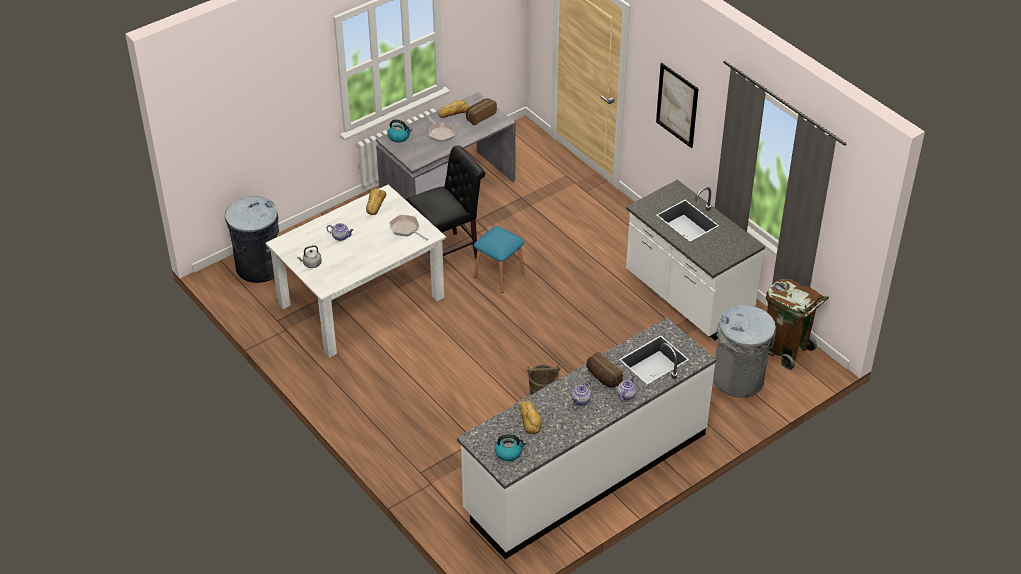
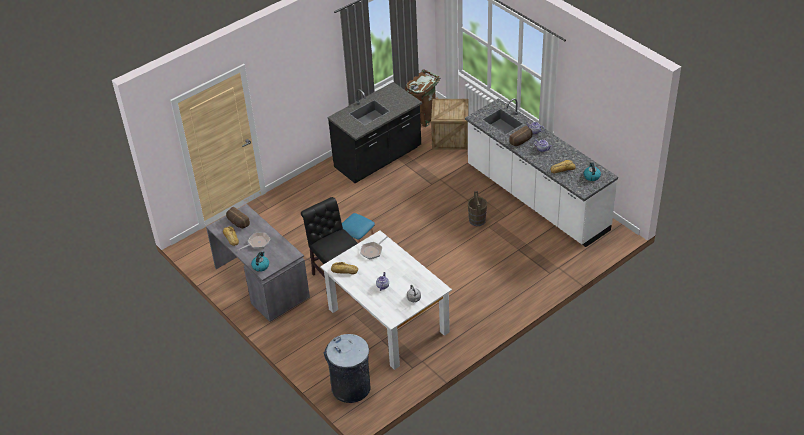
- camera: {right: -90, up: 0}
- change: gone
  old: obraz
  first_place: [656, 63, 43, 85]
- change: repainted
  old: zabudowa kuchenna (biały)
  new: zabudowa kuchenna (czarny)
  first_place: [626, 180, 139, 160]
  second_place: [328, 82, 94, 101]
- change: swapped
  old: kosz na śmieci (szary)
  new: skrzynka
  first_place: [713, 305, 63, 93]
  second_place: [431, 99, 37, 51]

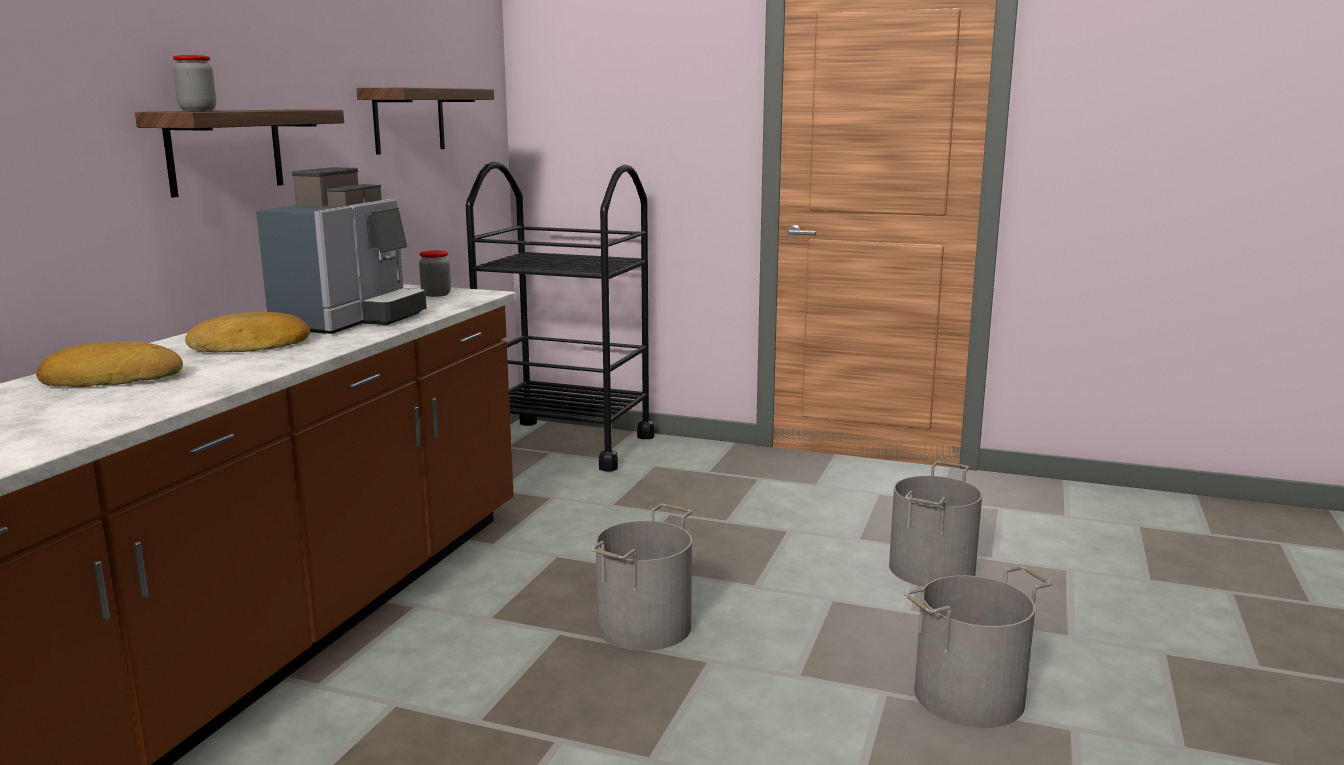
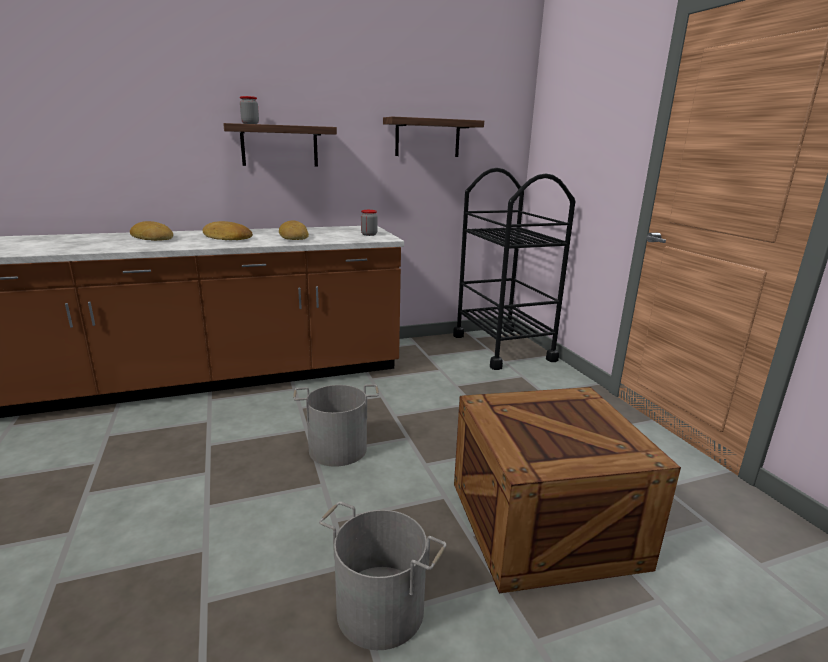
- camera: {right: 50, up: 5}
- change: swapped
  old: ekspres do kawy
  new: chleb
  first_place: [256, 167, 171, 167]
  second_place: [279, 221, 30, 19]
- change: swapped
  old: wiadro (szary)
  new: skrzynka
  first_place: [889, 461, 93, 126]
  second_place: [454, 387, 227, 206]

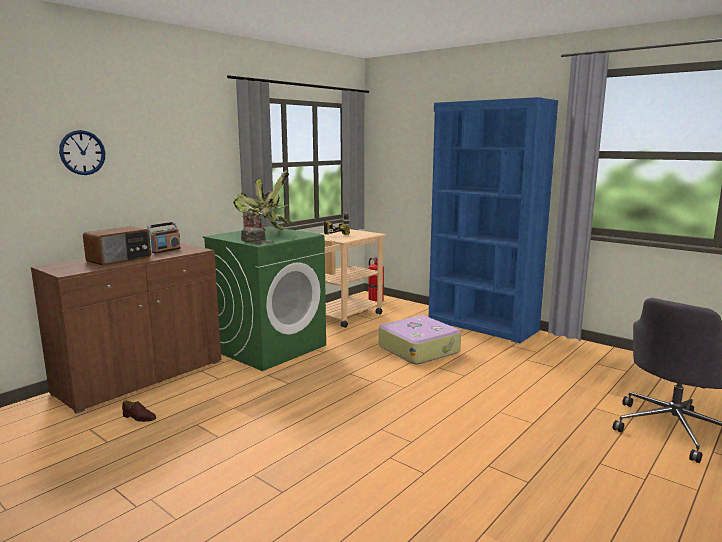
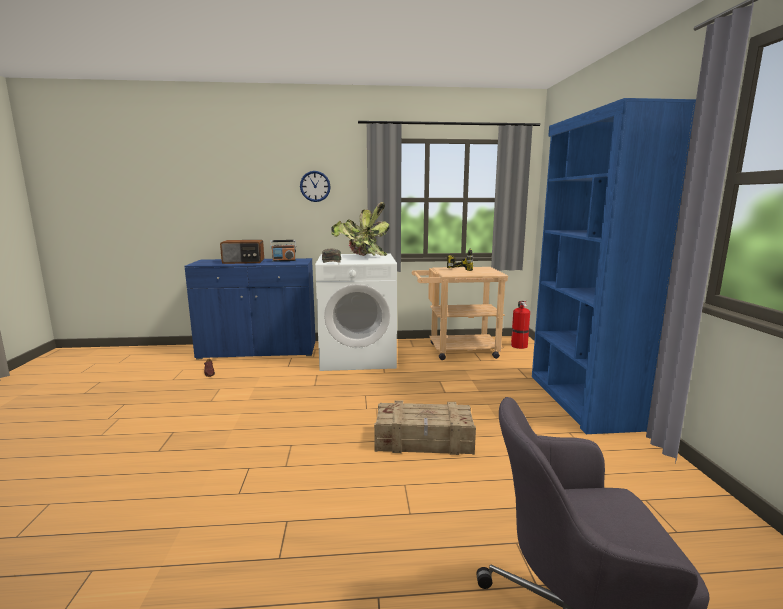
- camera: {right: 45, up: 0}
- change: shifted
  old: zegar ścienny
  first_place: [59, 130, 46, 45]
  second_place: [300, 171, 31, 31]
- change: repainted
  old: pralka (zielony)
  new: pralka (biały)
  first_place: [203, 226, 123, 145]
  second_place: [315, 254, 82, 117]
- change: repainted
  old: szafka (brązowy)
  new: szafka (niebieski)
  first_place: [31, 243, 190, 171]
  second_place: [184, 258, 132, 101]
- change: gone
  old: walizka
  first_place: [379, 316, 82, 48]
- change: new
  new: skrzynka
  second_place: [374, 400, 102, 55]

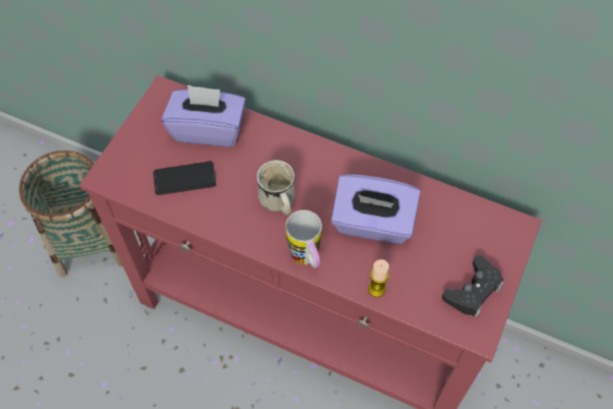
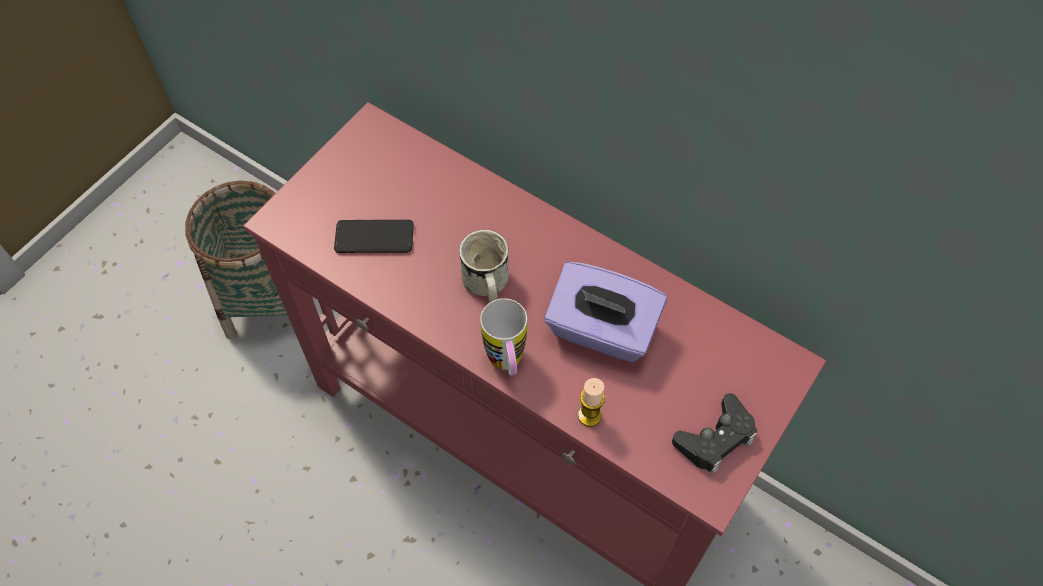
- camera: {right: 10, up: 0}
- change: gone
  old: pudełko chusteczek (fioletowy)
  first_place: [162, 85, 84, 62]

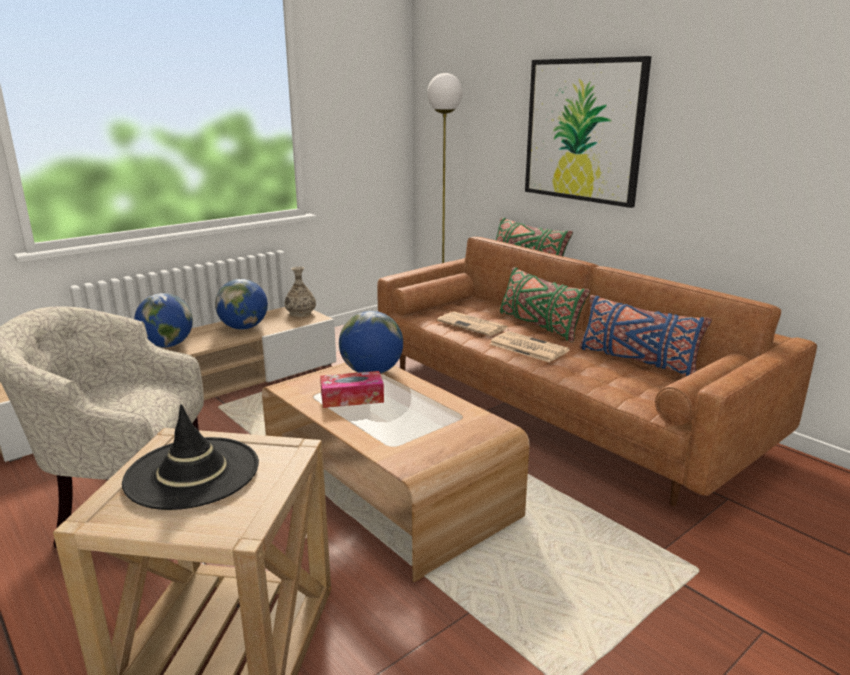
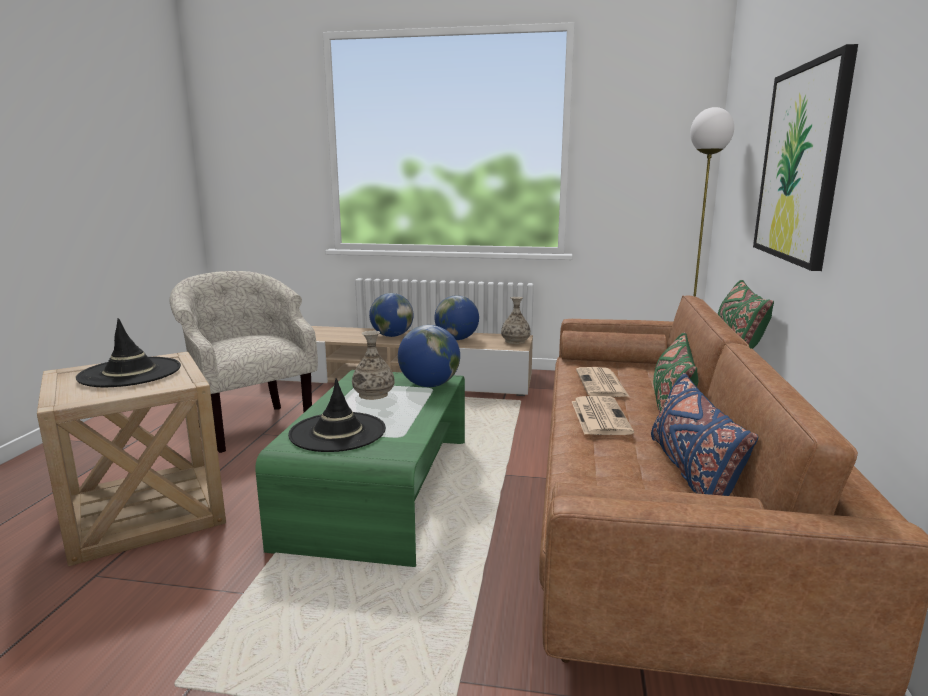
- camera: {right: 50, up: -5}
- change: repainted
  old: ława (brązowy)
  new: ława (zielony)
  first_place: [262, 363, 268, 219]
  second_place: [255, 370, 210, 197]
- change: swapped
  old: pudełko chusteczek
  new: wazon
  first_place: [320, 371, 64, 37]
  second_place: [352, 331, 42, 69]
- change: new
  new: kapelusz (czarny)
  second_place: [288, 378, 98, 74]

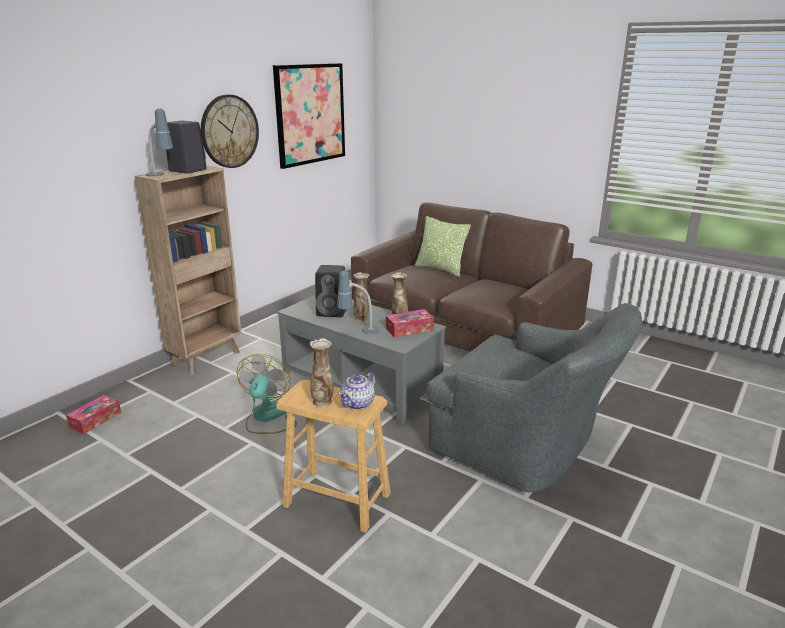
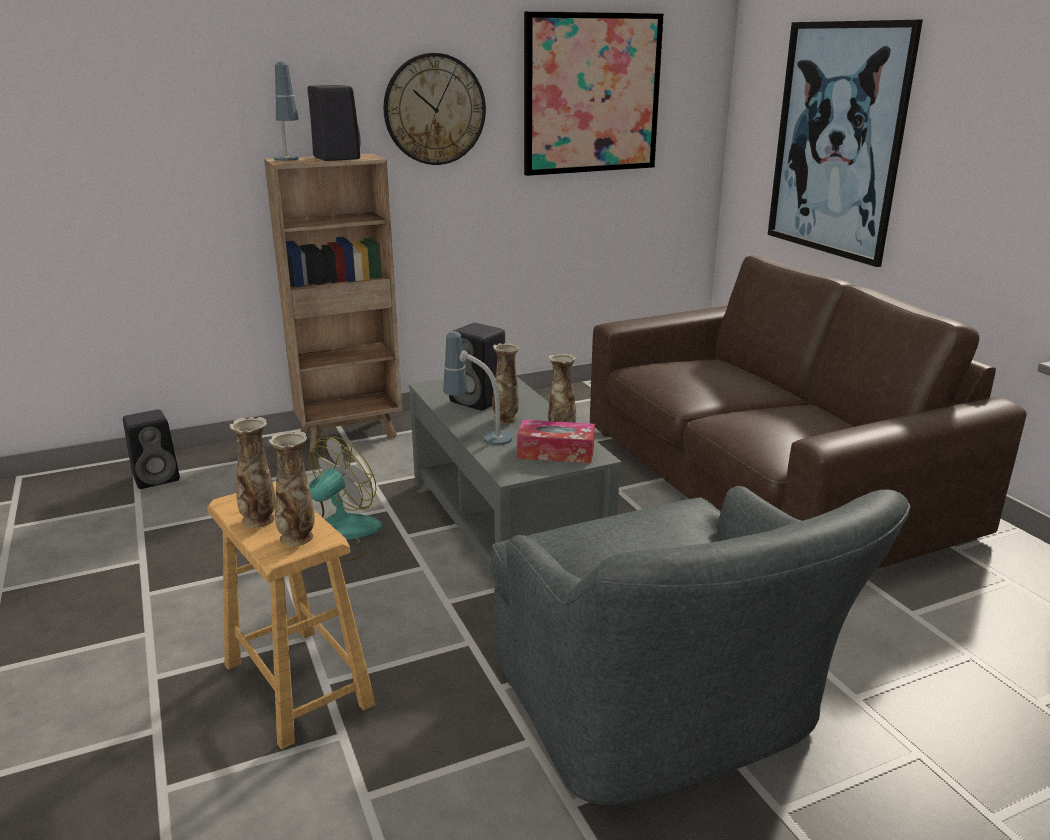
- camera: {right: 30, up: 0}
- change: gone
  old: poduszka
  first_place: [415, 216, 56, 61]
- change: swapped
  old: imbryk
  new: wazon
  first_place: [338, 372, 37, 38]
  second_place: [269, 431, 45, 115]
- change: swapped
  old: pudełko chusteczek
  new: głośnik (czarny)
  first_place: [66, 395, 55, 39]
  second_place: [123, 409, 57, 80]
- change: new
  new: obraz
  second_place: [768, 20, 155, 247]

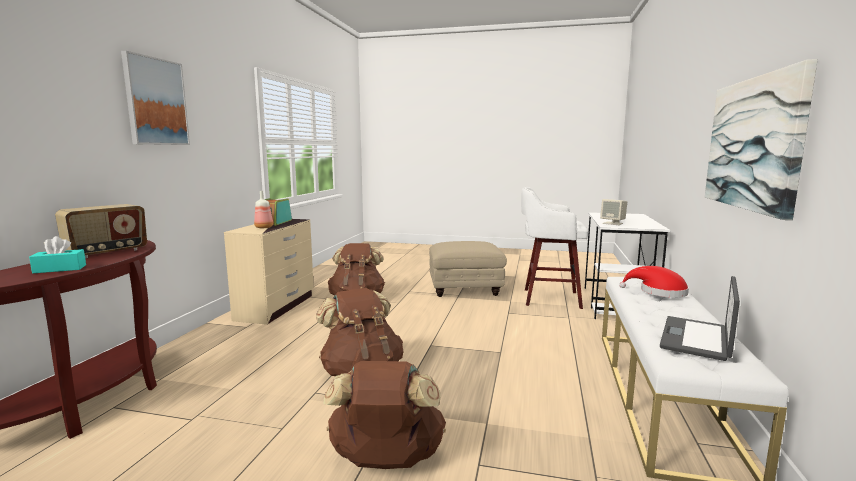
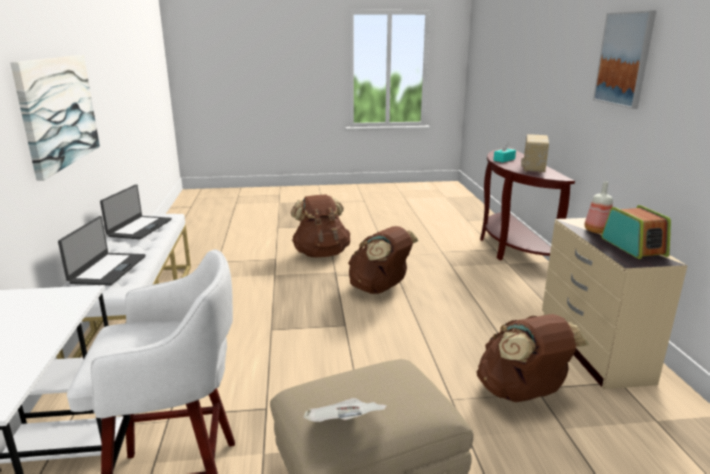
- camera: {right: 160, up: 10}
- change: gone
  old: głośnik (beżowy)
  first_place: [600, 199, 27, 26]
- change: swapped
  old: kapelusz (czerwony)
  new: laptop
  first_place: [619, 266, 70, 31]
  second_place: [58, 216, 87, 70]
- change: new
  new: gazeta
  second_place: [303, 398, 84, 24]

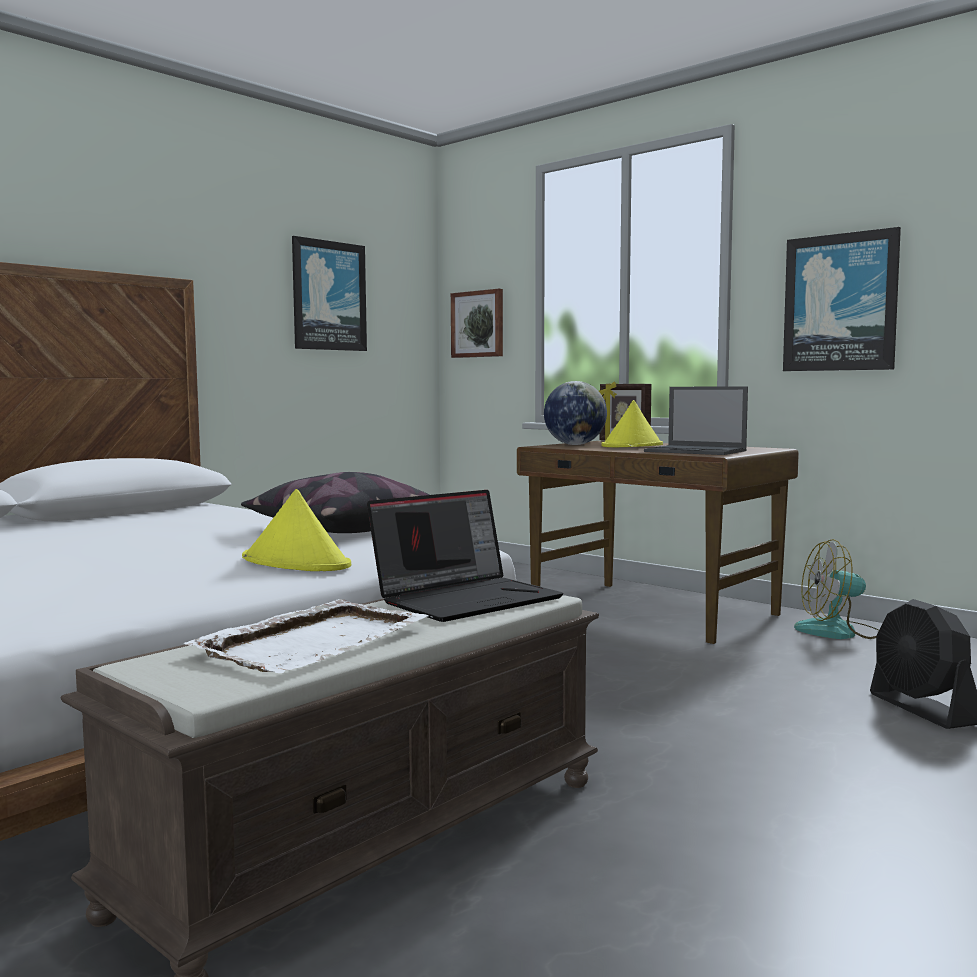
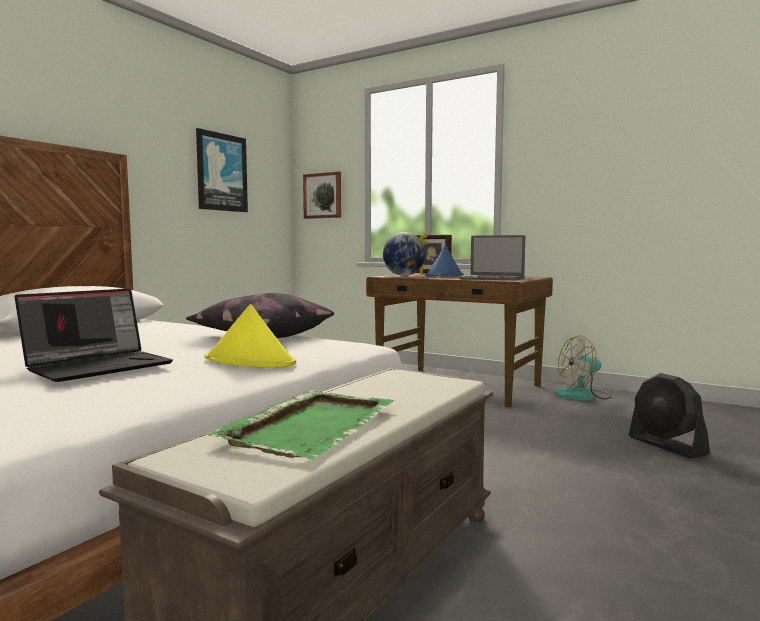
- camera: {right: -10, up: 0}
- change: gone
  old: obraz
  first_place: [783, 227, 118, 144]
- change: repainted
  old: kapelusz (żółty)
  new: kapelusz (niebieski)
  first_place: [602, 400, 61, 47]
  second_place: [425, 245, 39, 32]
- change: shifted
  old: laptop
  first_place: [367, 490, 197, 132]
  second_place: [14, 289, 159, 93]
- change: repainted
  old: taca (biały)
  new: taca (zielony)
  first_place: [184, 599, 244, 74]
  second_place: [208, 390, 186, 69]

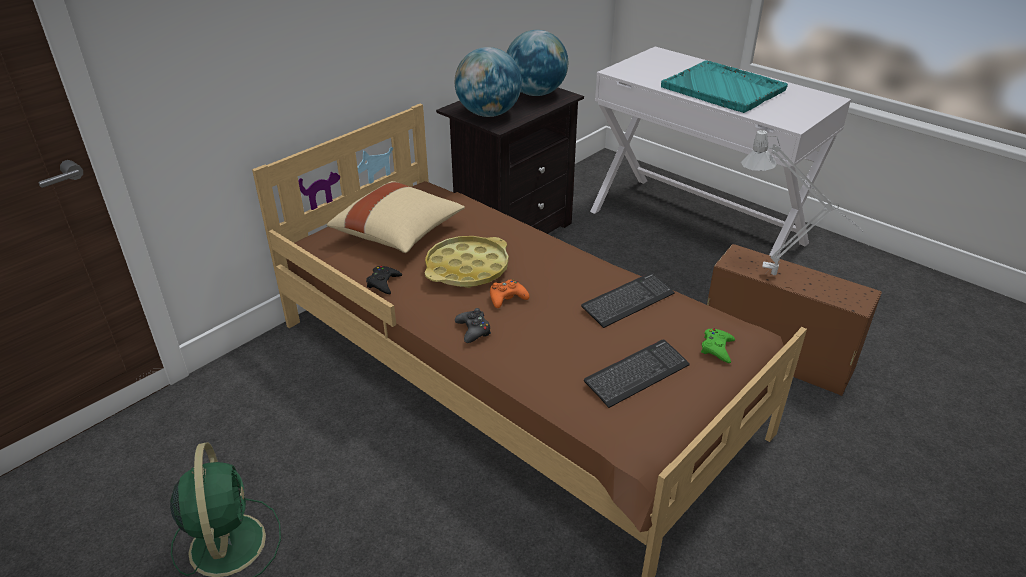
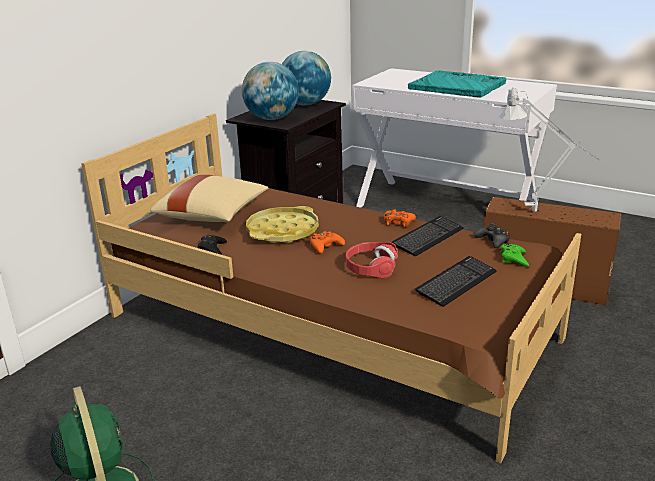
- camera: {right: -10, up: -10}
- change: shifted
  old: pad do gier (czarny)
  first_place: [455, 308, 36, 35]
  second_place: [474, 223, 36, 25]
- change: new
  new: pad do gier (pomarańczowy)
  second_place: [384, 209, 32, 18]
- change: new
  new: słuchawki (czerwony)
  second_place: [346, 242, 52, 36]

